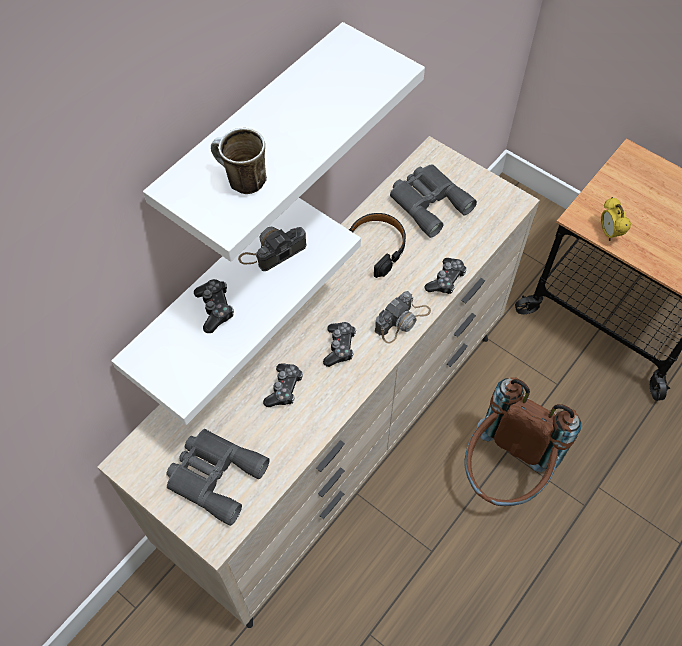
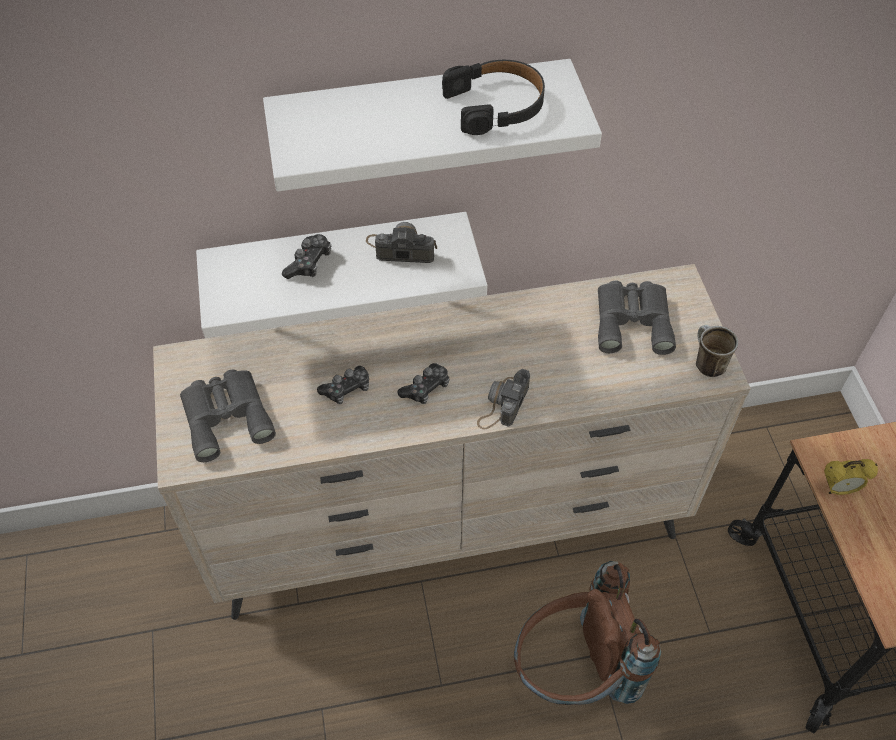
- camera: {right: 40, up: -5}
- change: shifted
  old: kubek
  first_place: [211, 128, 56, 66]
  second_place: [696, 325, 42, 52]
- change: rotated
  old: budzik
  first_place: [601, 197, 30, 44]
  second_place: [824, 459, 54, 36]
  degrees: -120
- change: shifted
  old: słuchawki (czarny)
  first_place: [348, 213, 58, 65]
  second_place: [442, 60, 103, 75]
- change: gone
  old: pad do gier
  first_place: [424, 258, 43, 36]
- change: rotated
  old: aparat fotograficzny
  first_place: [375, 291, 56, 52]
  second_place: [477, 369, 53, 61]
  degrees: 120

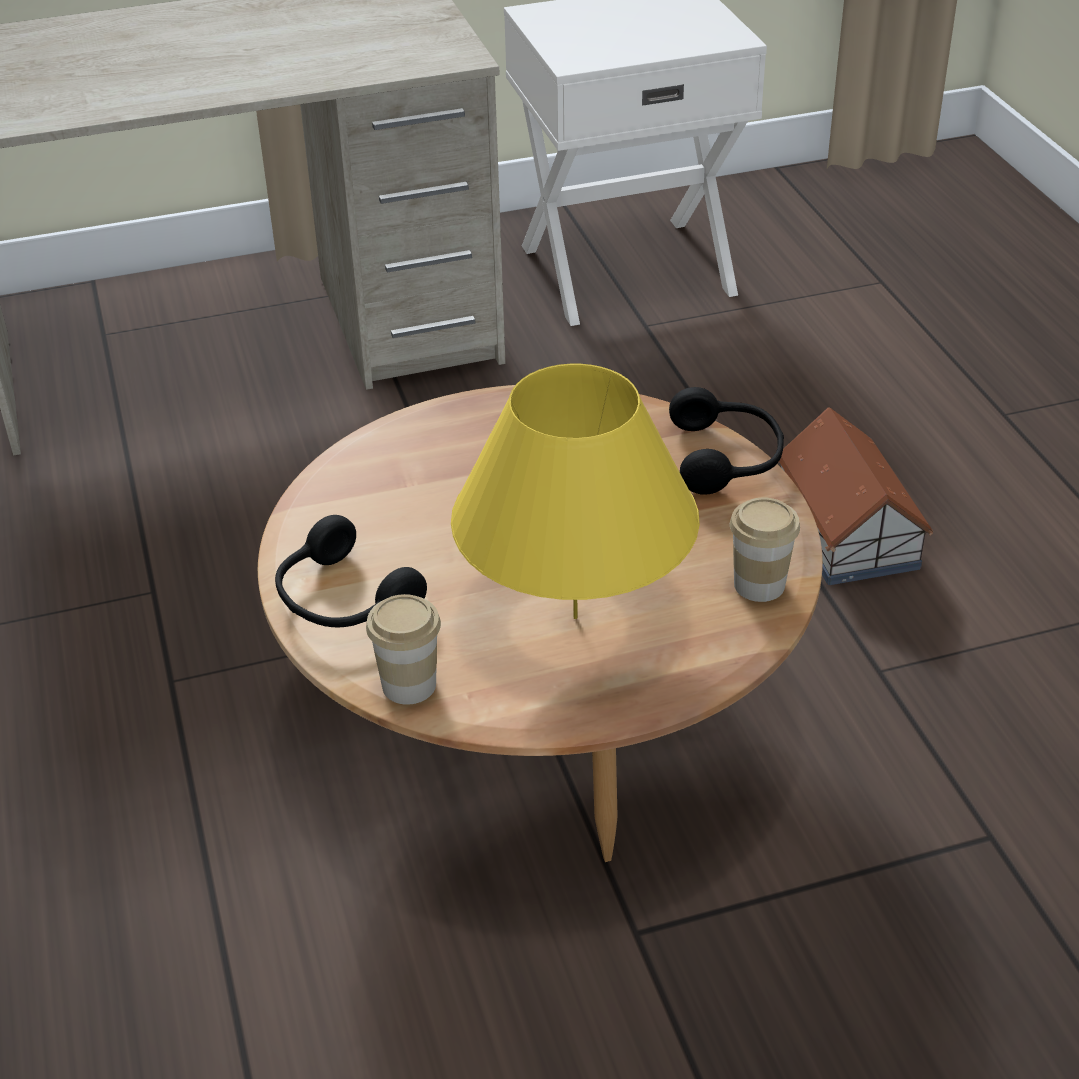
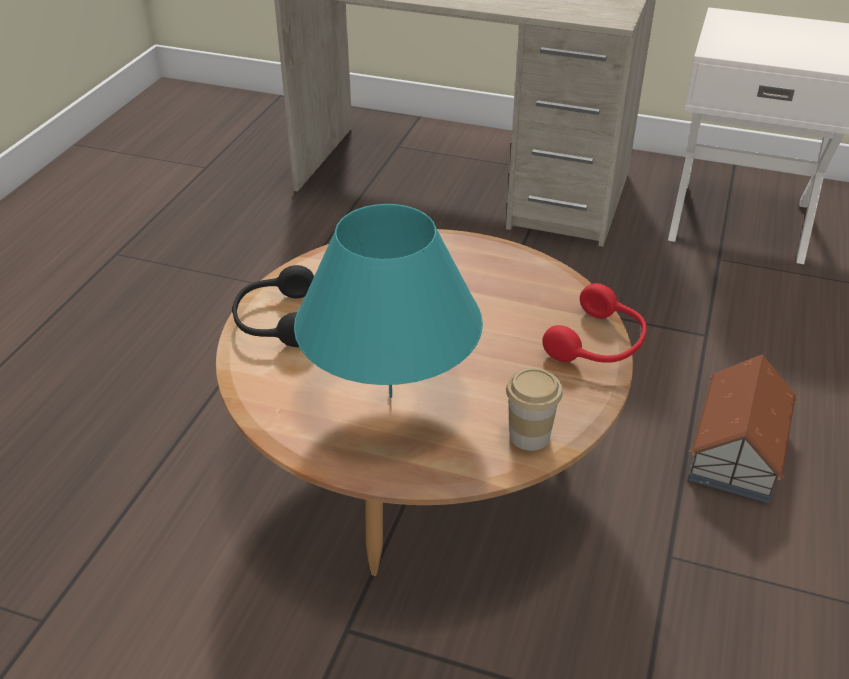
- camera: {right: 35, up: 0}
- change: repainted
  old: lampa stołowa (żółty)
  new: lampa stołowa (turkusowy)
  first_place: [451, 364, 249, 255]
  second_place: [294, 204, 189, 194]
- change: repainted
  old: słuchawki (czarny)
  new: słuchawki (czerwony)
  first_place: [669, 387, 115, 108]
  second_place: [542, 283, 105, 80]
- change: gone
  old: filiżanka
  first_place: [366, 594, 75, 111]

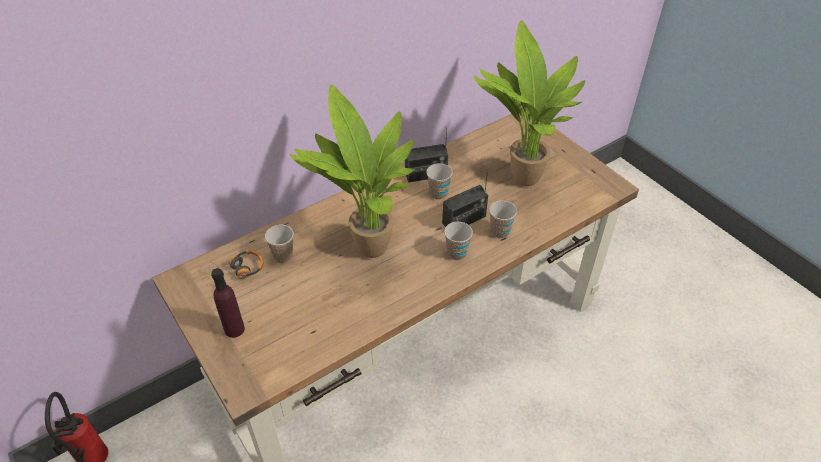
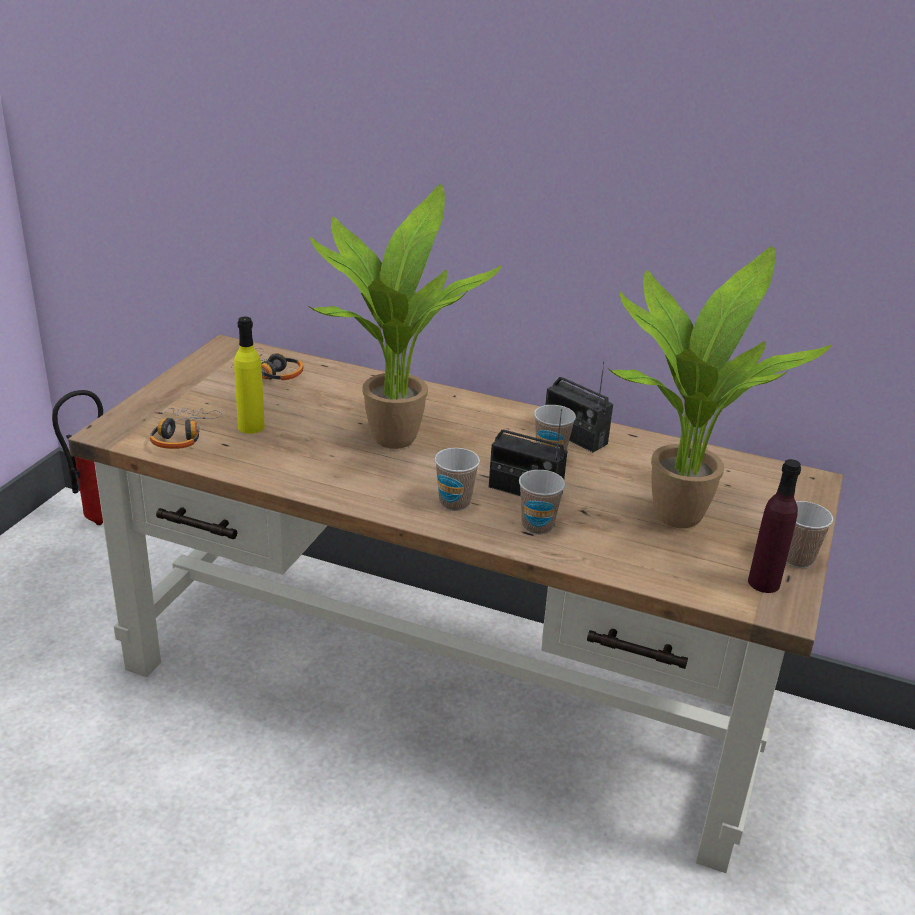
- camera: {right: 55, up: -15}
- change: shifted
  old: filiżanka
  first_place: [265, 225, 29, 39]
  second_place: [786, 501, 47, 67]
- change: shifted
  old: butelka (fioletowy)
  first_place: [211, 268, 34, 70]
  second_place: [748, 459, 53, 134]
- change: new
  new: butelka (żółty)
  second_place: [234, 317, 31, 117]
- change: new
  new: słuchawki
  second_place: [150, 407, 71, 42]

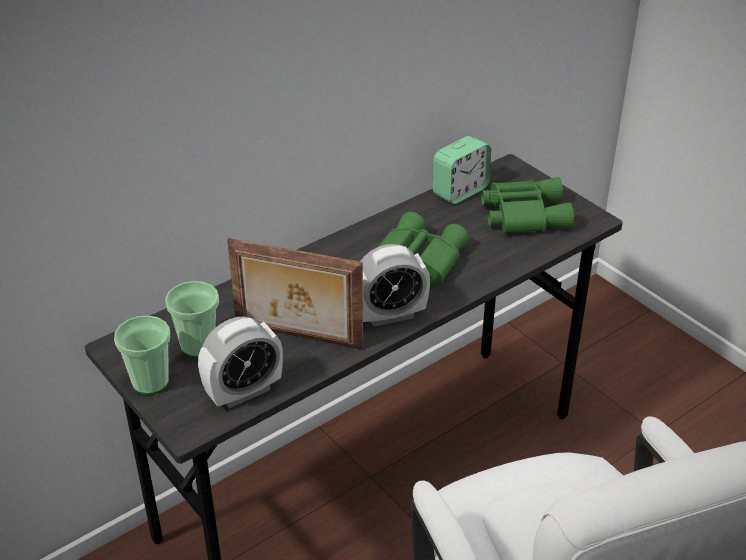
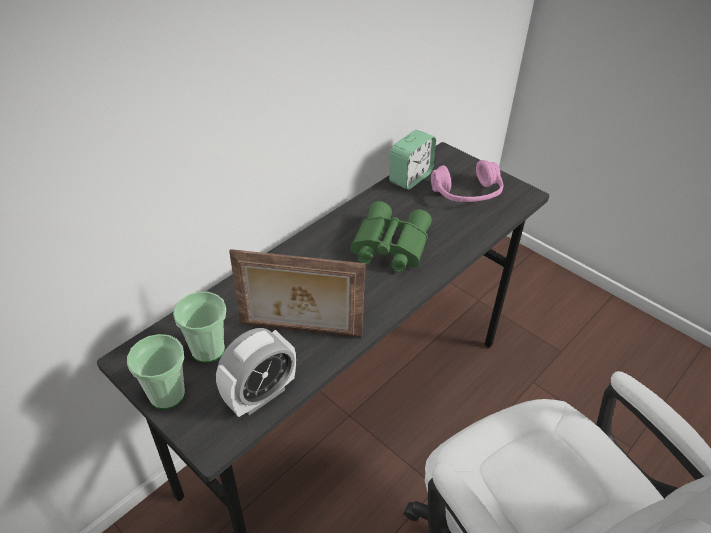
- camera: {right: -10, up: 5}
- change: swapped
  old: lornetka (zielony)
  new: słuchawki (różowy)
  first_place: [481, 177, 93, 57]
  second_place: [431, 160, 72, 42]
- change: gone
  old: budzik
  first_place: [360, 244, 70, 83]

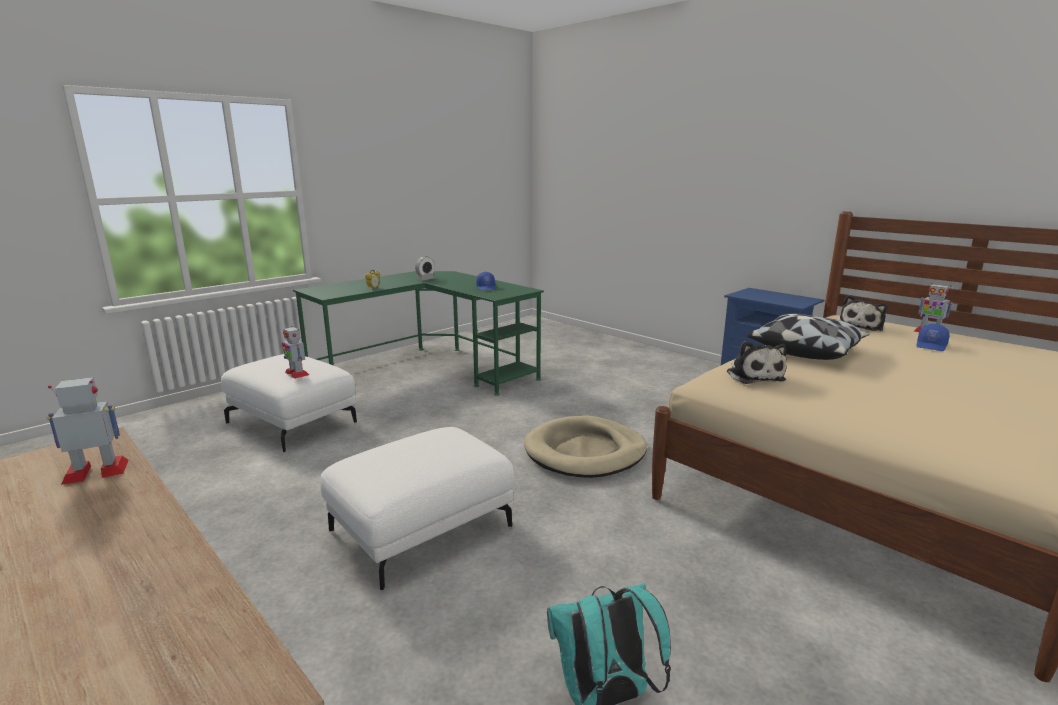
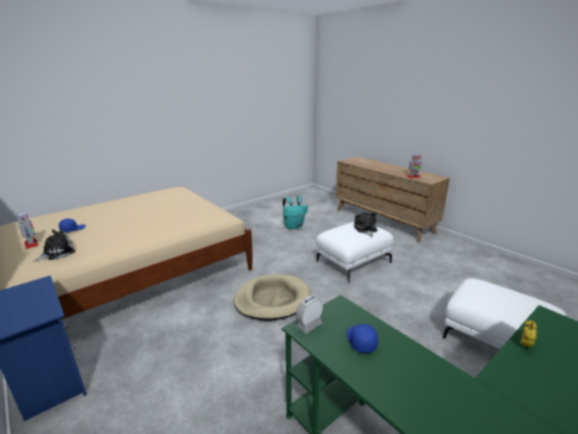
- camera: {right: -175, up: 5}
- change: shifted
  old: budzik
  first_place: [415, 256, 20, 24]
  second_place: [296, 296, 27, 38]
- change: gone
  old: poduszka
  first_place: [747, 314, 122, 46]
- change: gone
  old: robot zabawkowy
  first_place: [282, 326, 27, 53]
- change: shifted
  old: pluszak
  first_place: [727, 341, 60, 43]
  second_place: [354, 212, 23, 24]

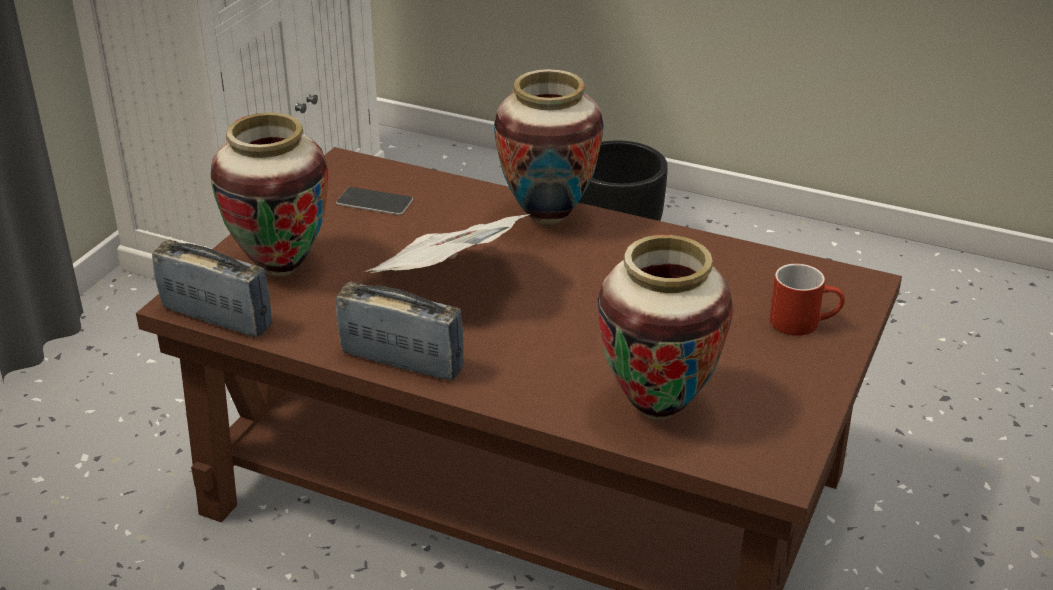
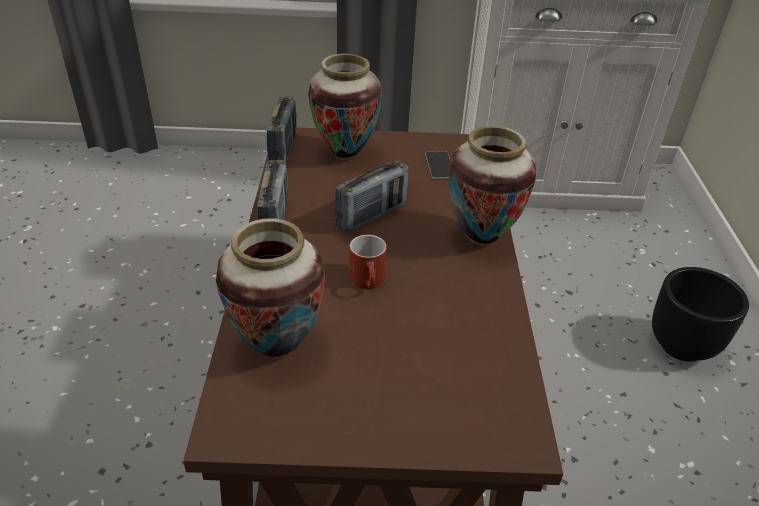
- camera: {right: 65, up: 5}
- change: swapped
  old: gazeta
  new: radio
  first_place: [365, 214, 165, 59]
  second_place: [334, 160, 74, 72]
- change: shifted
  old: kubek (czerwony)
  first_place: [770, 264, 75, 72]
  second_place: [349, 235, 38, 54]

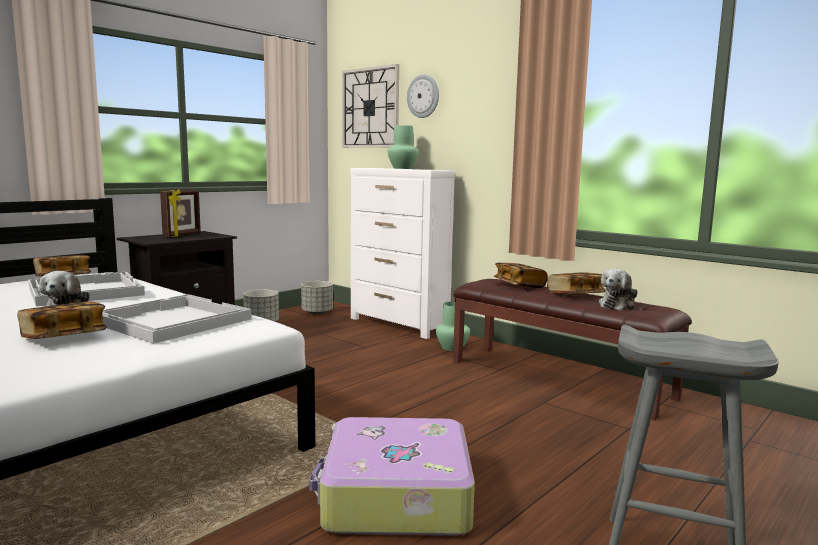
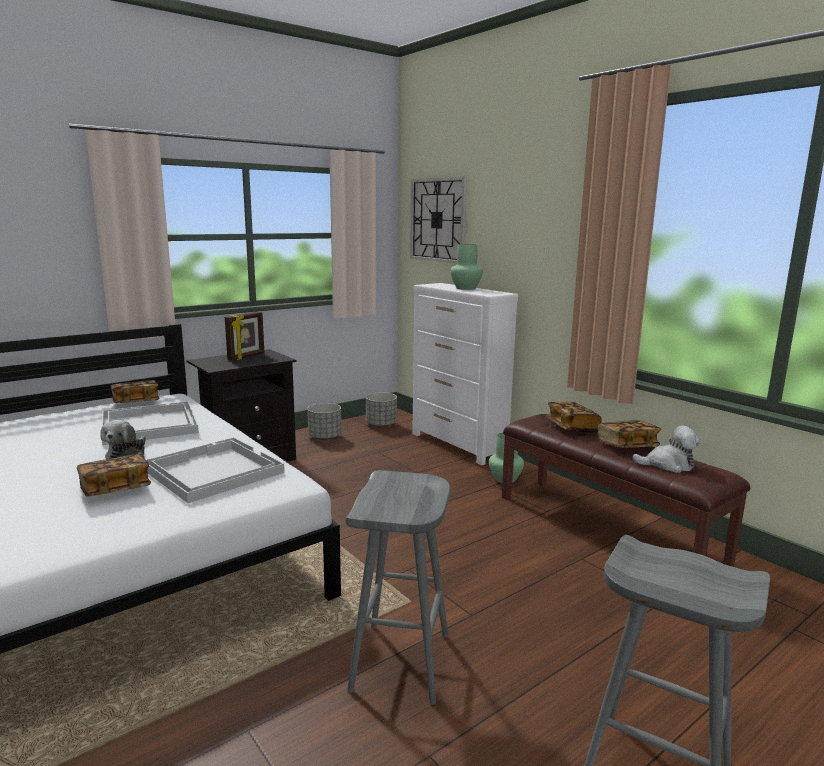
- camera: {right: 10, up: 5}
- change: gone
  old: zegar ścienny
  first_place: [407, 74, 32, 44]
- change: rotated
  old: pluszak
  first_place: [599, 269, 39, 42]
  second_place: [632, 425, 69, 48]
  degrees: -135
- change: swapped
  old: walizka
  new: stołek (szary)
  first_place: [309, 417, 166, 119]
  second_place: [345, 470, 105, 235]

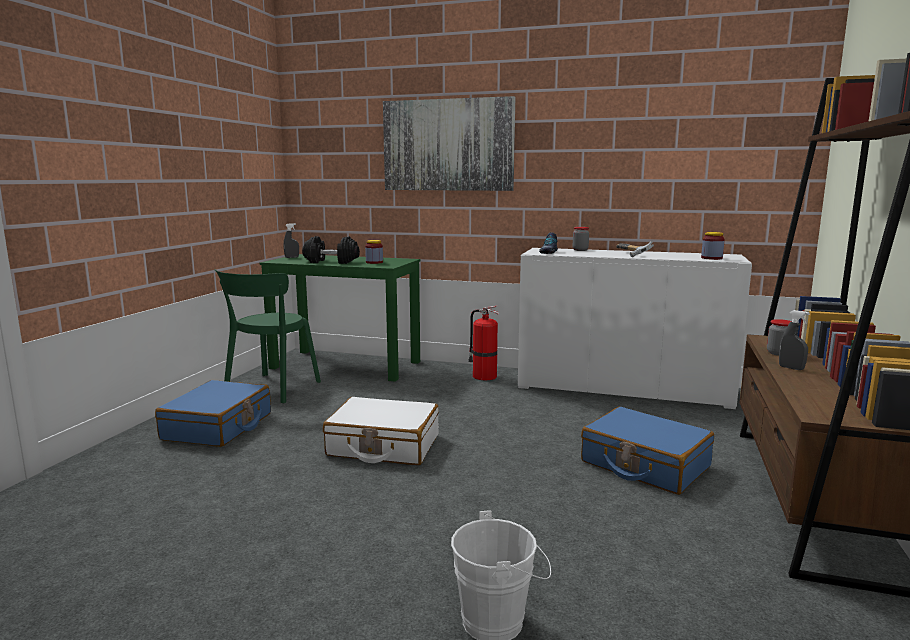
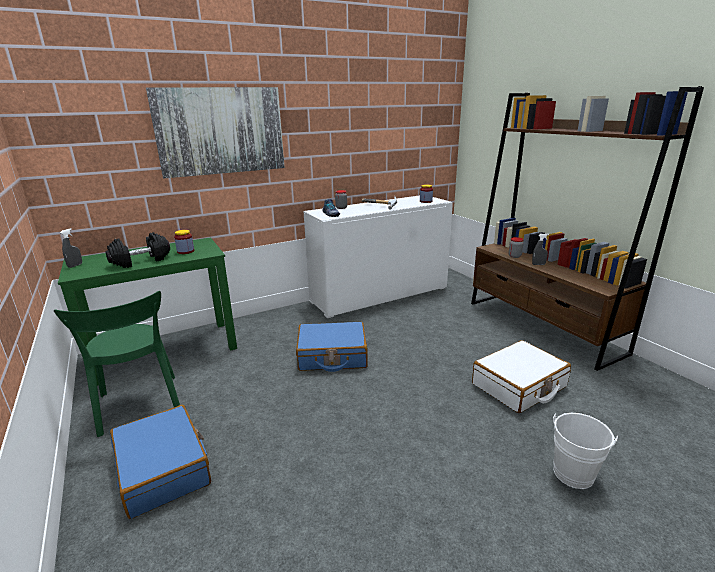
- camera: {right: -45, up: 10}
- change: gone
  old: gaśnica
  first_place: [468, 306, 32, 74]
- change: shifted
  old: walizka (biały)
  first_place: [323, 397, 116, 68]
  second_place: [472, 340, 99, 73]
- change: shifted
  old: walizka (niebieski)
  first_place: [581, 406, 133, 89]
  second_place: [296, 322, 72, 50]

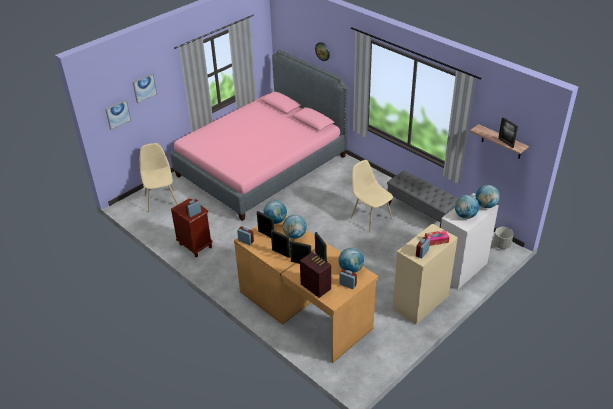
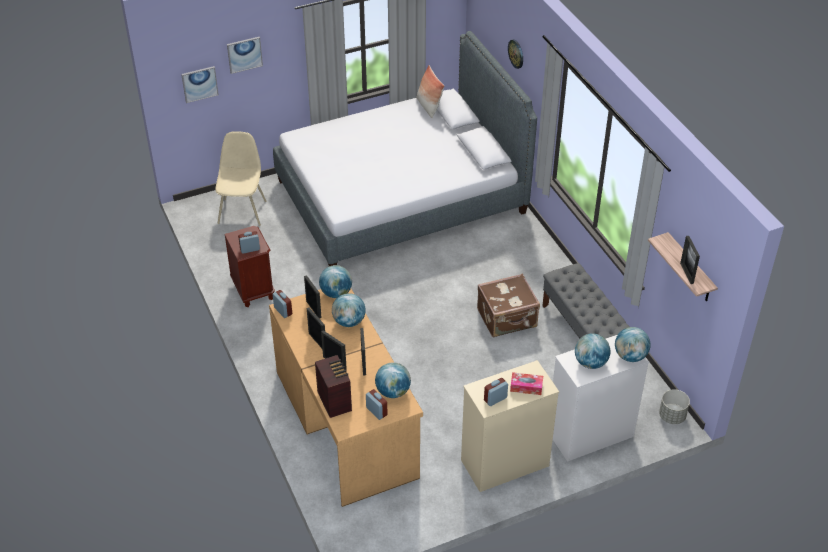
- camera: {right: 20, up: 5}
- change: repainted
  old: łóżko (różowy)
  new: łóżko (szary)
  first_place: [171, 50, 178, 171]
  second_place: [273, 31, 264, 235]
- change: swapped
  old: krzesło (beżowy)
  new: walizka (brązowy)
  first_place: [351, 160, 42, 72]
  second_place: [477, 273, 63, 64]
- change: new
  new: poduszka
  second_place: [416, 65, 28, 53]

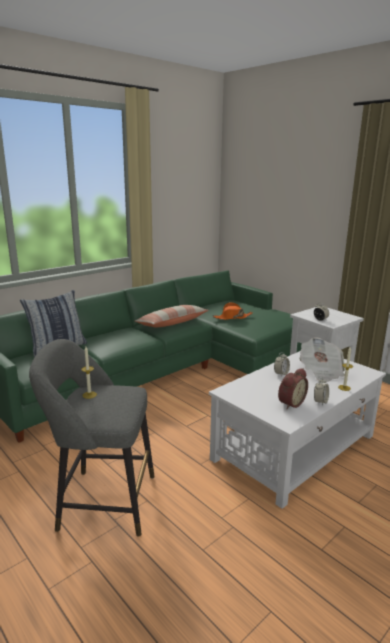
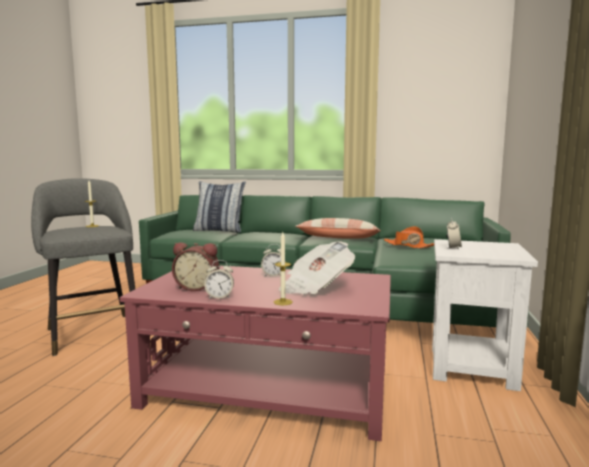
- camera: {right: 55, up: -10}
- change: repainted
  old: ława (biały)
  new: ława (czerwony)
  first_place: [209, 351, 177, 158]
  second_place: [120, 266, 271, 175]

